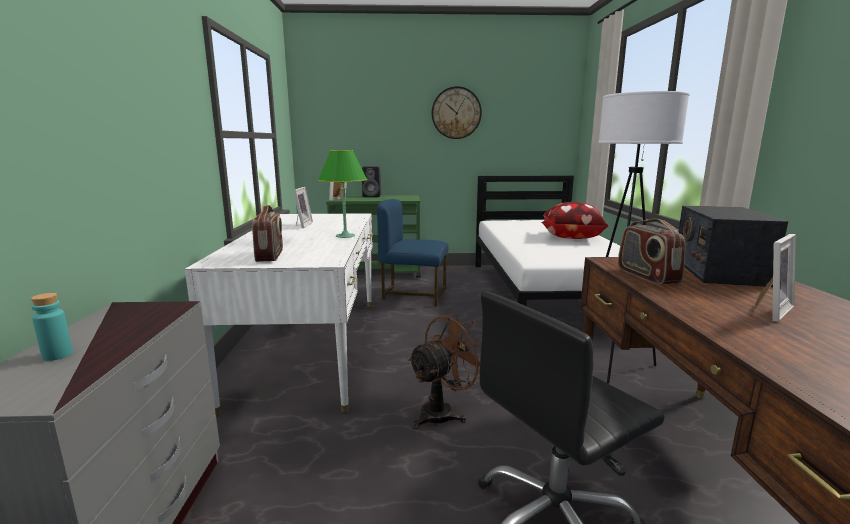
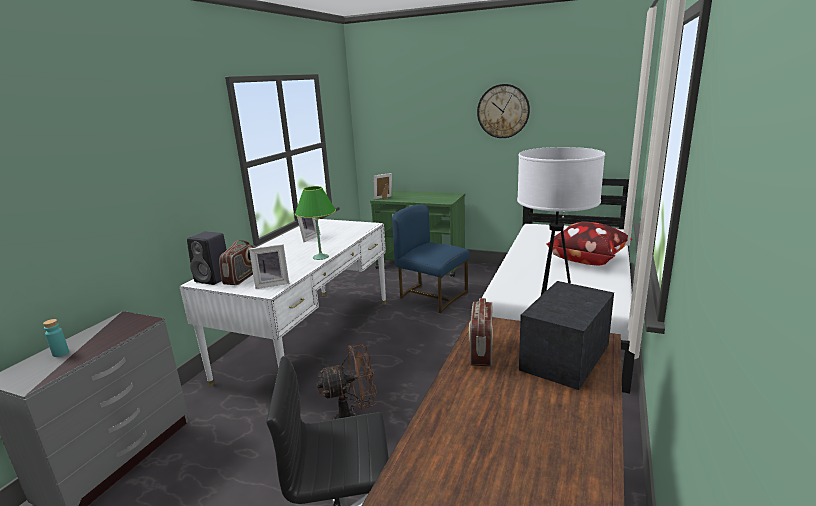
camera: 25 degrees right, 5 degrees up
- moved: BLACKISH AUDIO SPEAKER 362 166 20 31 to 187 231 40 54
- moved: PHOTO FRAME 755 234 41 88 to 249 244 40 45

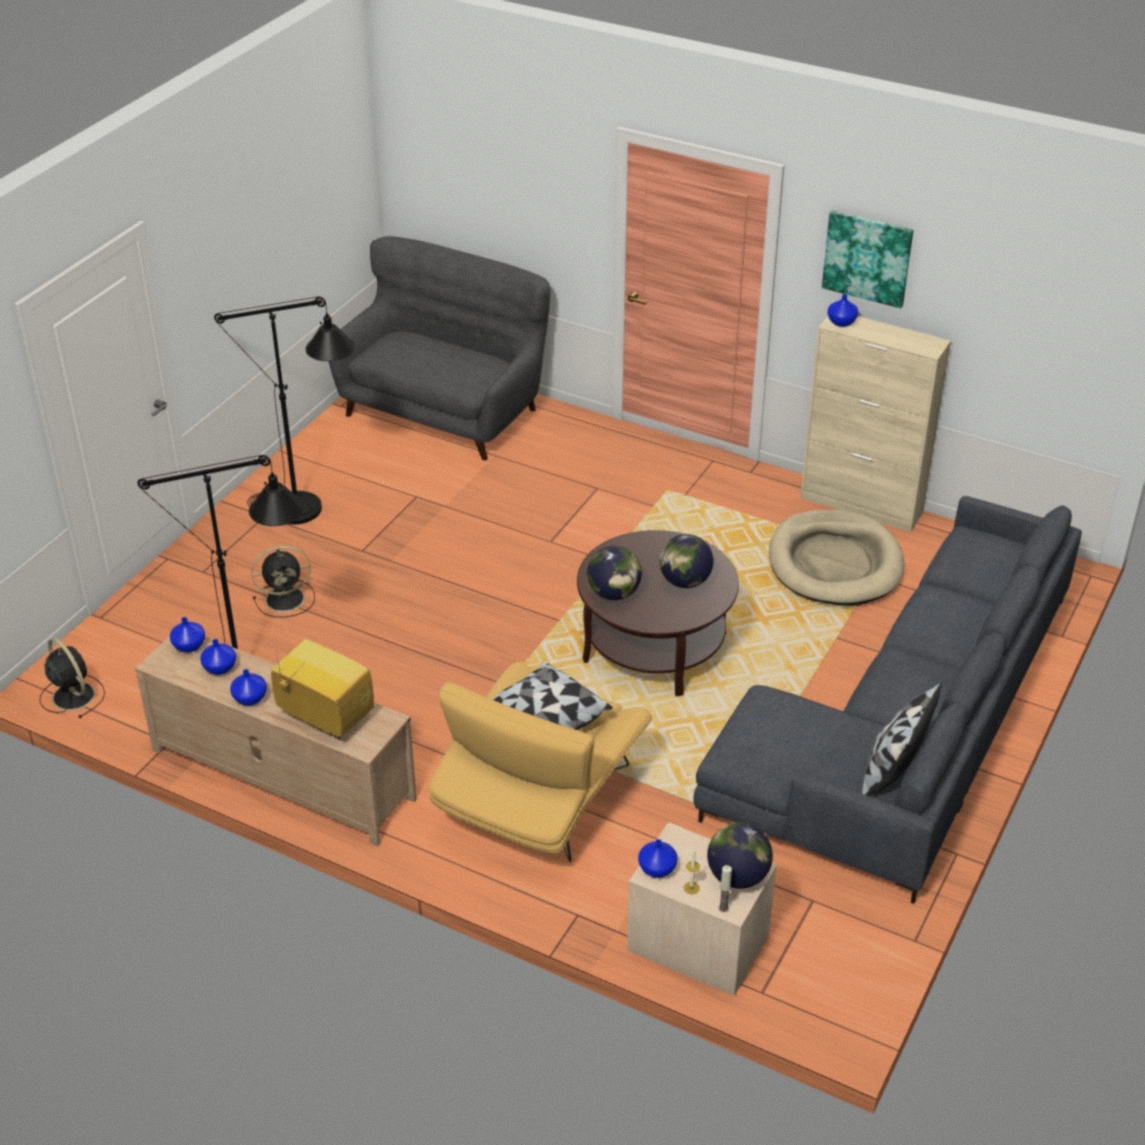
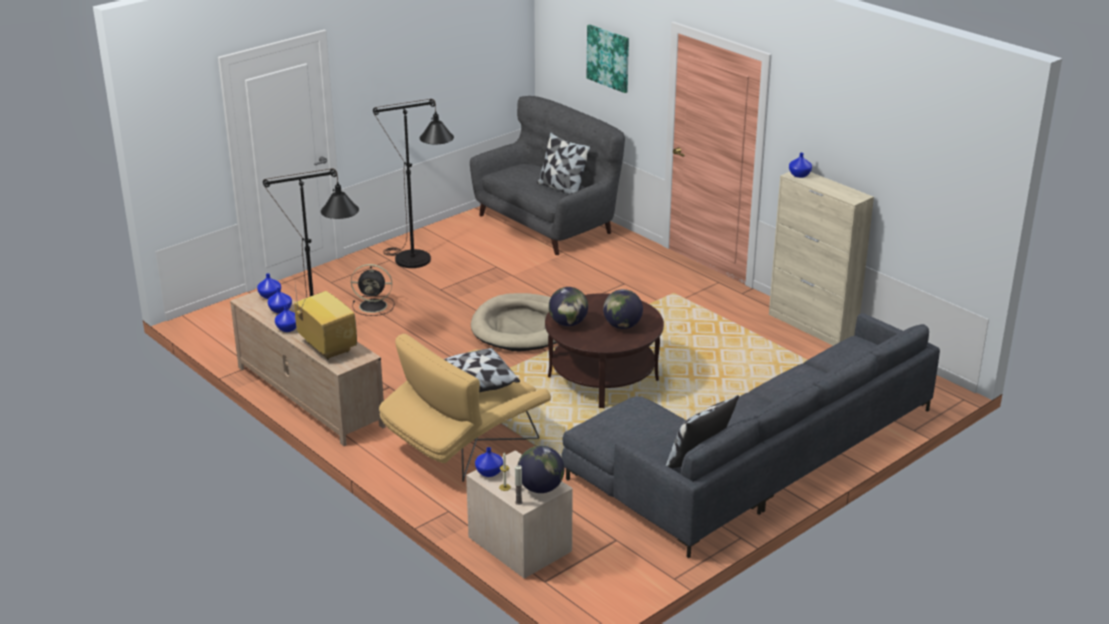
camera: 20 degrees right, 10 degrees down
- removed: BLACKISH ELECTRIC FAN 40 638 65 80
- moved: BEIGE-COLOURED DOG CUSHION 769 510 135 96 to 471 293 86 58
- moved: WALL ART 822 210 91 98 to 587 25 42 68
- added: THROW PILLOW 537 132 54 63

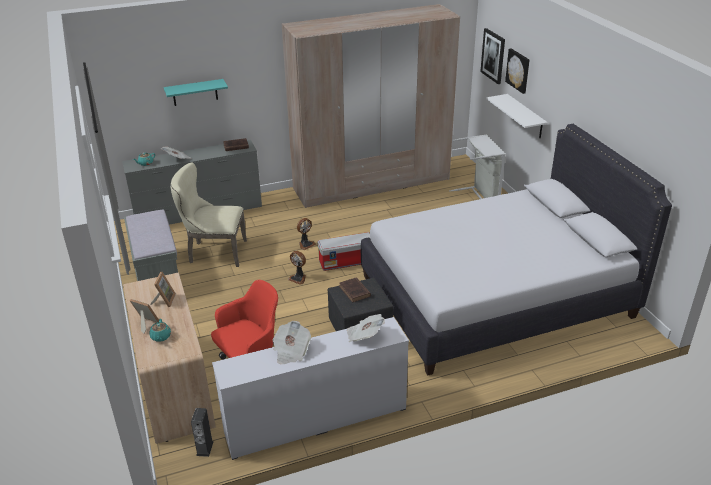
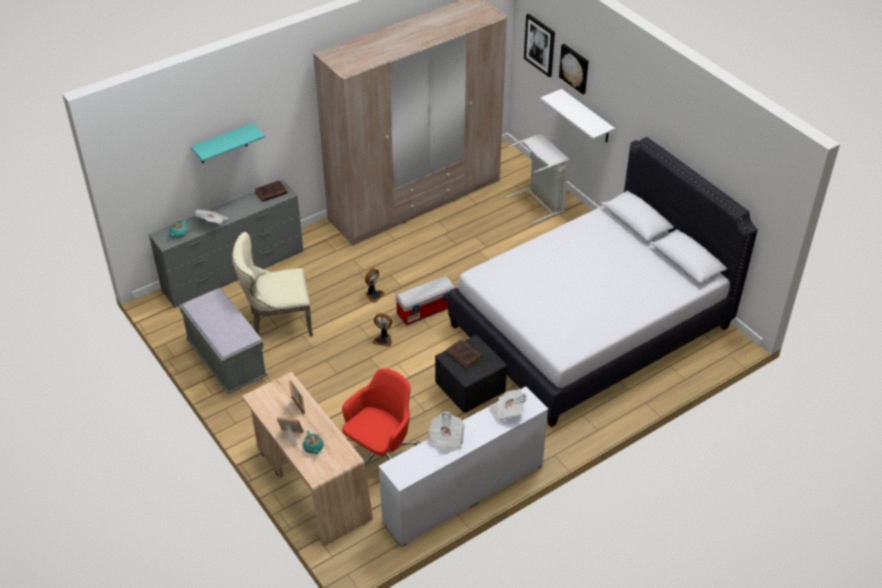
camera: 15 degrees left, 10 degrees up
- removed: AUDIO SPEAKER 191 408 23 49

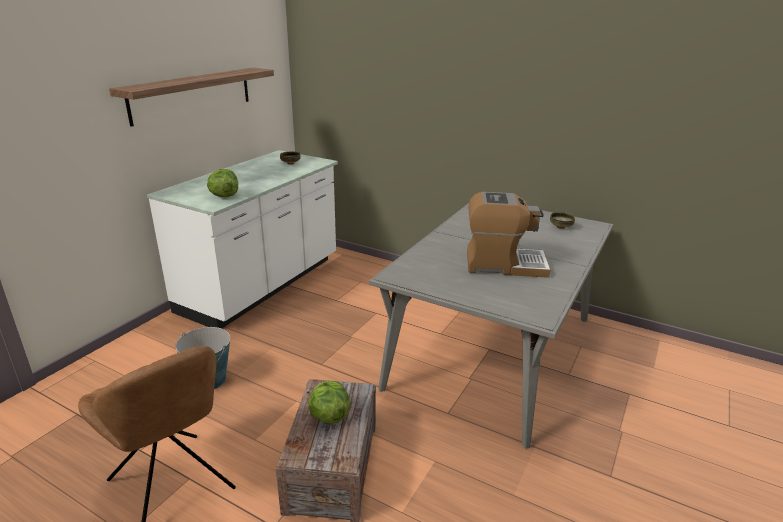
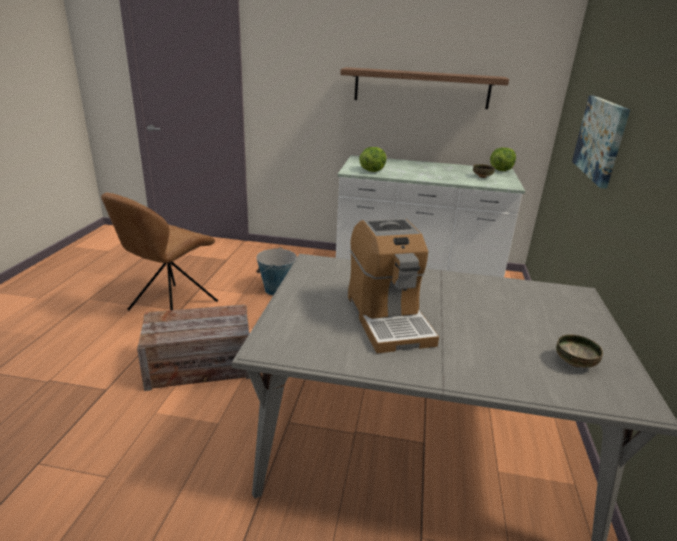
camera: 70 degrees right, 0 degrees up
- moved: LETTUCE 308 381 42 43 to 490 148 26 23
- added: WALL ART 572 95 58 94

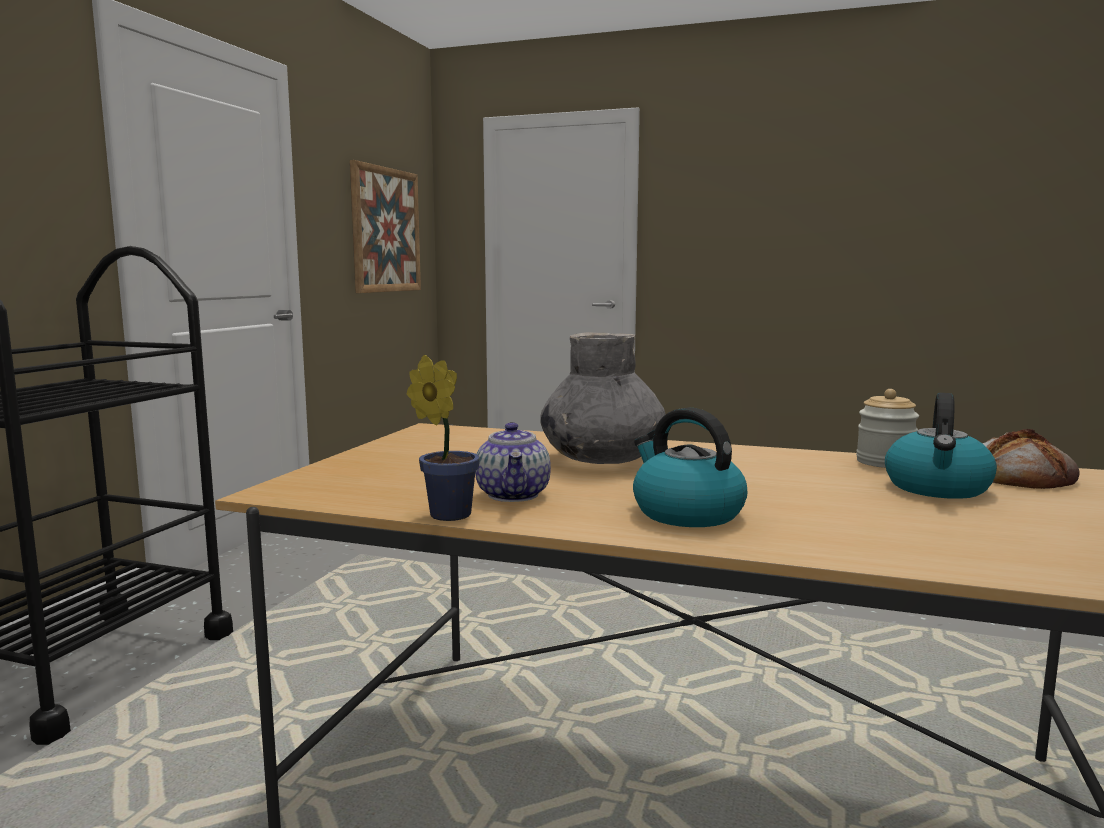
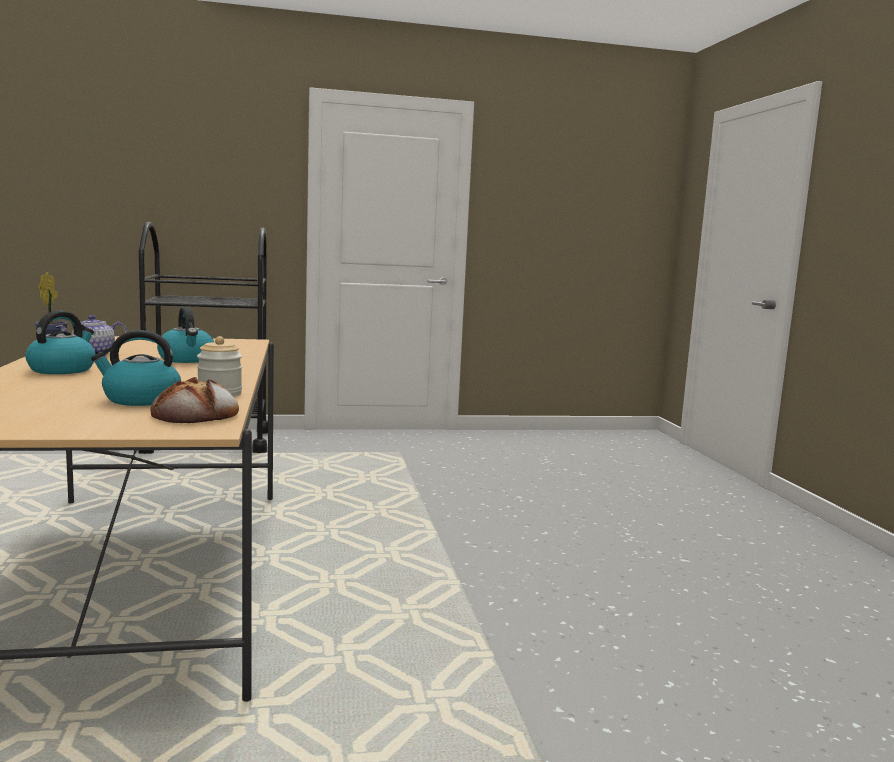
camera: 60 degrees right, 0 degrees up
- removed: WALL ART 350 160 71 133
- replaced: GRAY VASE 540 332 126 132 to WATER KETTLE 157 307 57 56

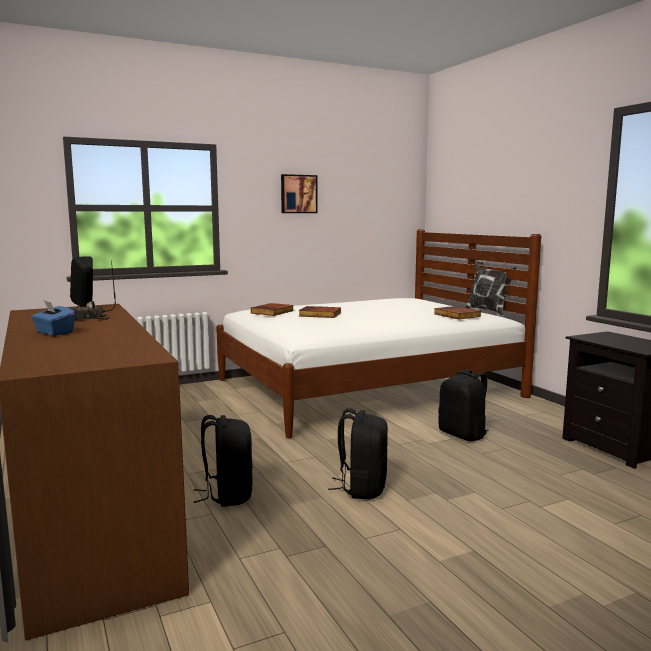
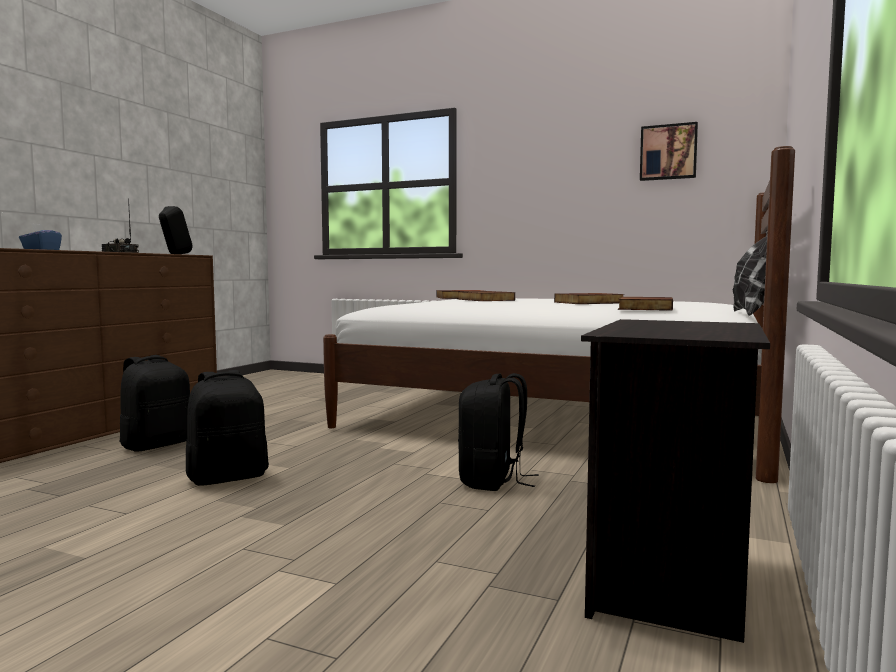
camera: 50 degrees right, 5 degrees down
- moved: WALL ART 281 174 37 39 to 640 122 58 59
- added: BOUND BOOK 554 293 70 11

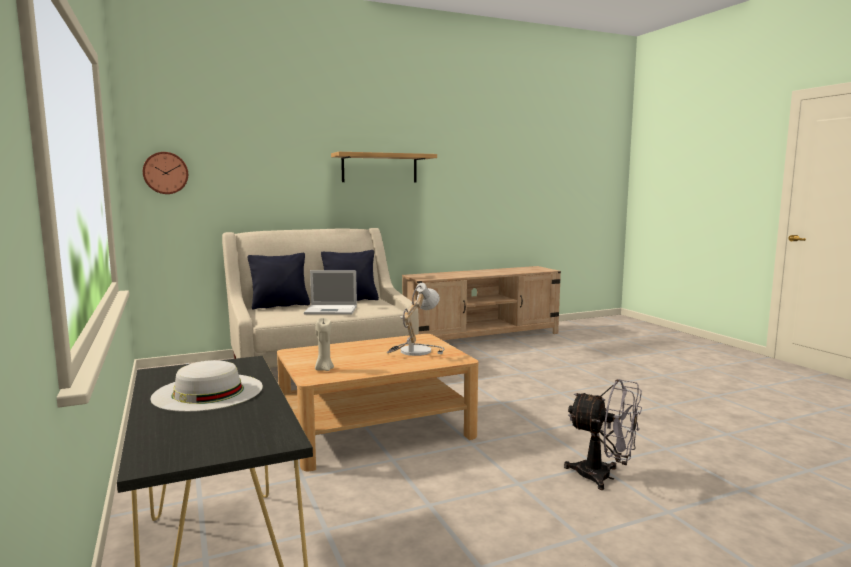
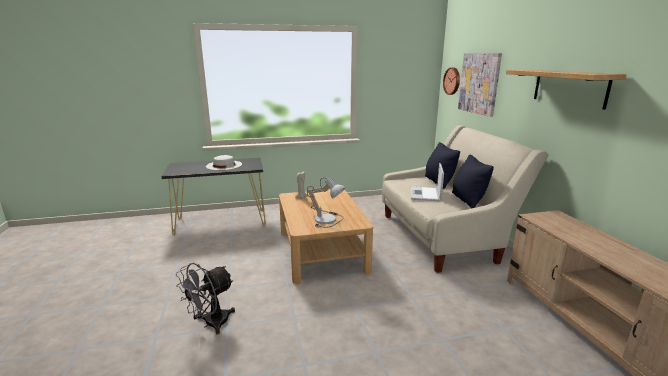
camera: 100 degrees right, 10 degrees up
- added: WALL ART 458 53 44 64

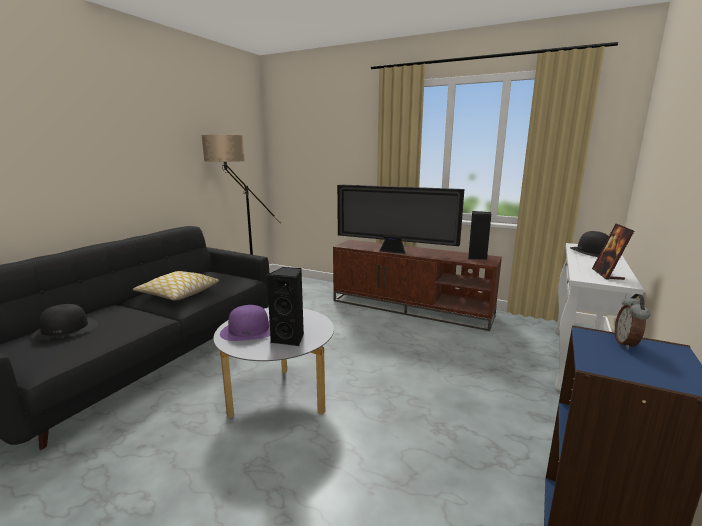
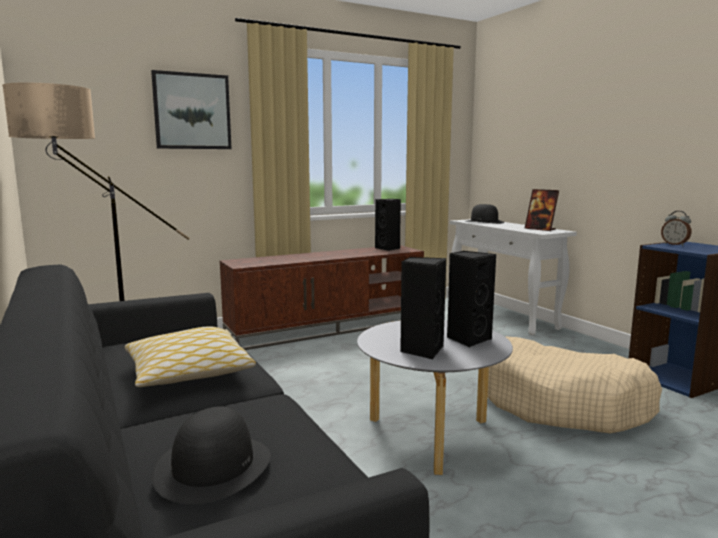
camera: 55 degrees left, 5 degrees down
- replaced: PURPLISH CLOTHING HAT 220 305 50 36 to BLACKISH AUDIO SPEAKER 400 257 46 102
- removed: TV SET 337 184 127 70
- added: WALL ART 151 70 80 79
- added: BEIGE-COLOURED DOG CUSHION 487 337 175 96

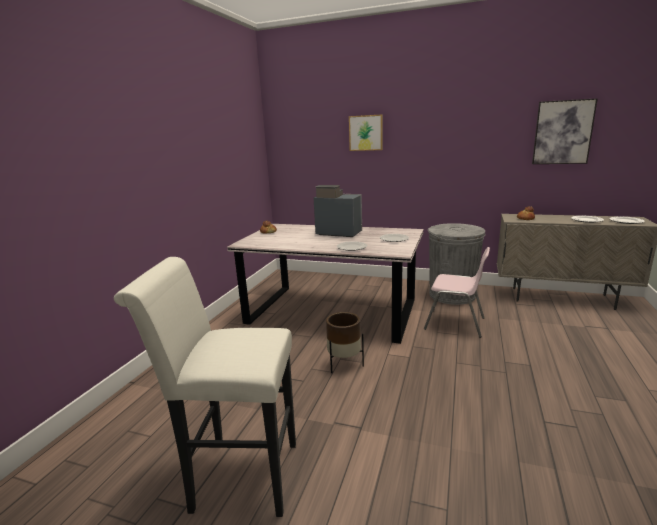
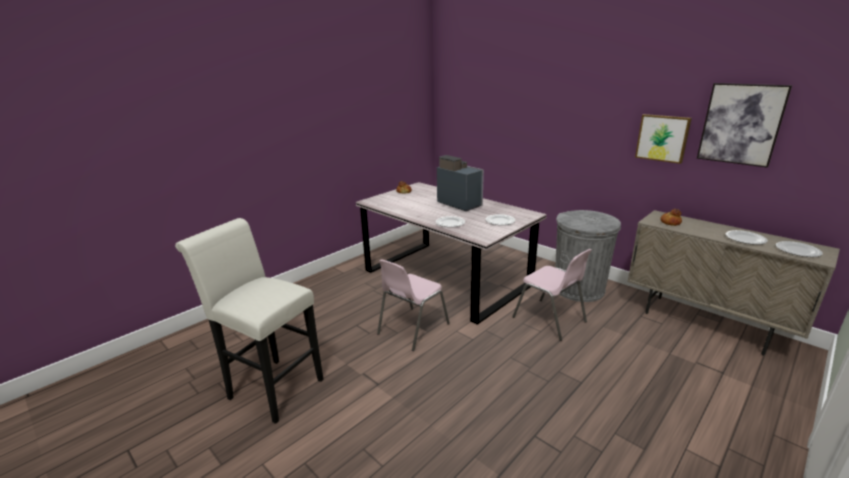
camera: 25 degrees right, 5 degrees up
- replaced: BROWNISH PLANT POT 326 312 38 61 to PINK UPRIGHT CHAIR 377 259 73 92
- moved: WALL ART 349 115 34 36 to 635 114 57 50

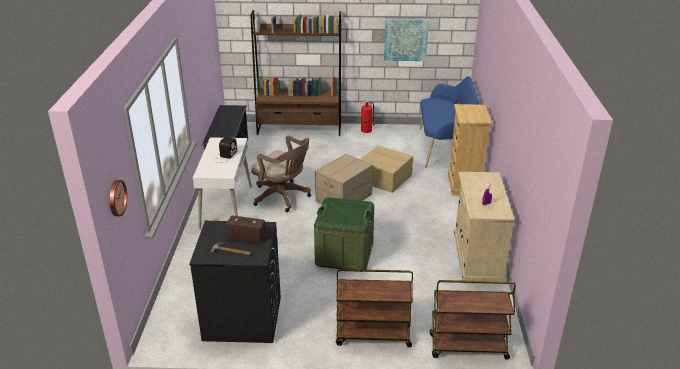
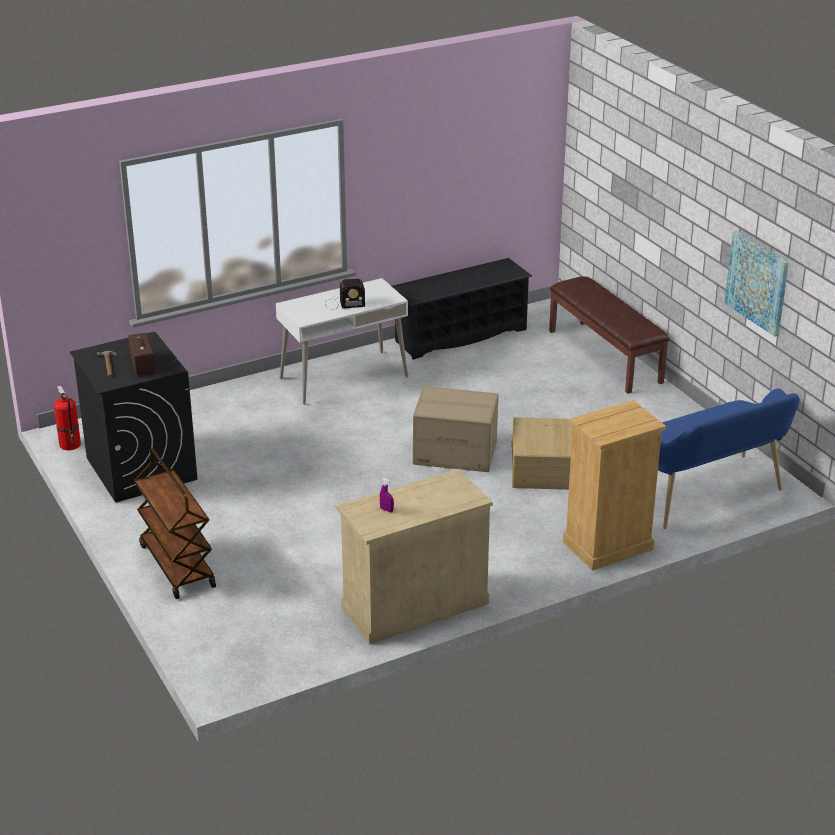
camera: 60 degrees right, 0 degrees up
- removed: CLOCK ON THE WALL 110 180 17 36
- replaced: BROWNISH SHELVING UNIT 250 10 91 126 to BROWNISH LONG SEAT 549 276 121 118
- removed: BROWNISH COMPUTER CHAIR 251 135 60 77
- removed: GREENISH STORAGE BIN 314 197 60 73
- moved: FIRE EXTINGUISHER 361 100 14 33 to 54 386 27 64
- removed: BROWNISH WHEELED CART 430 280 86 80

